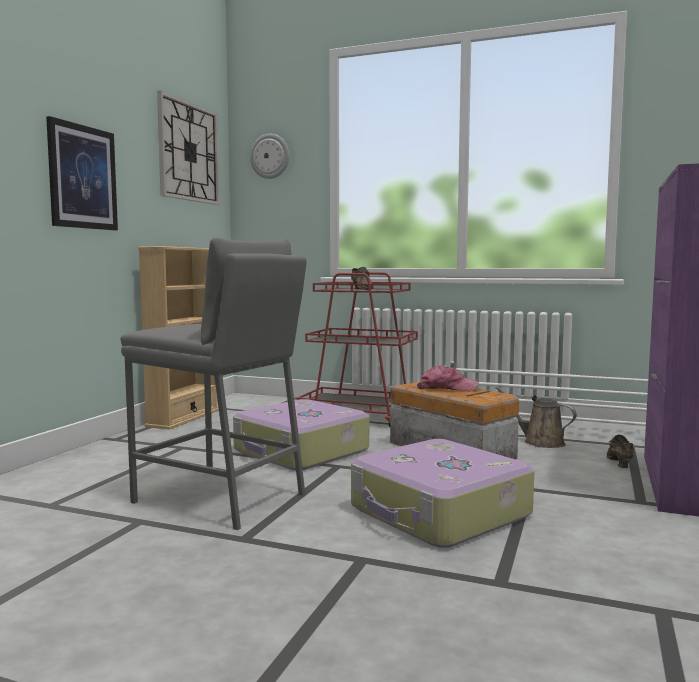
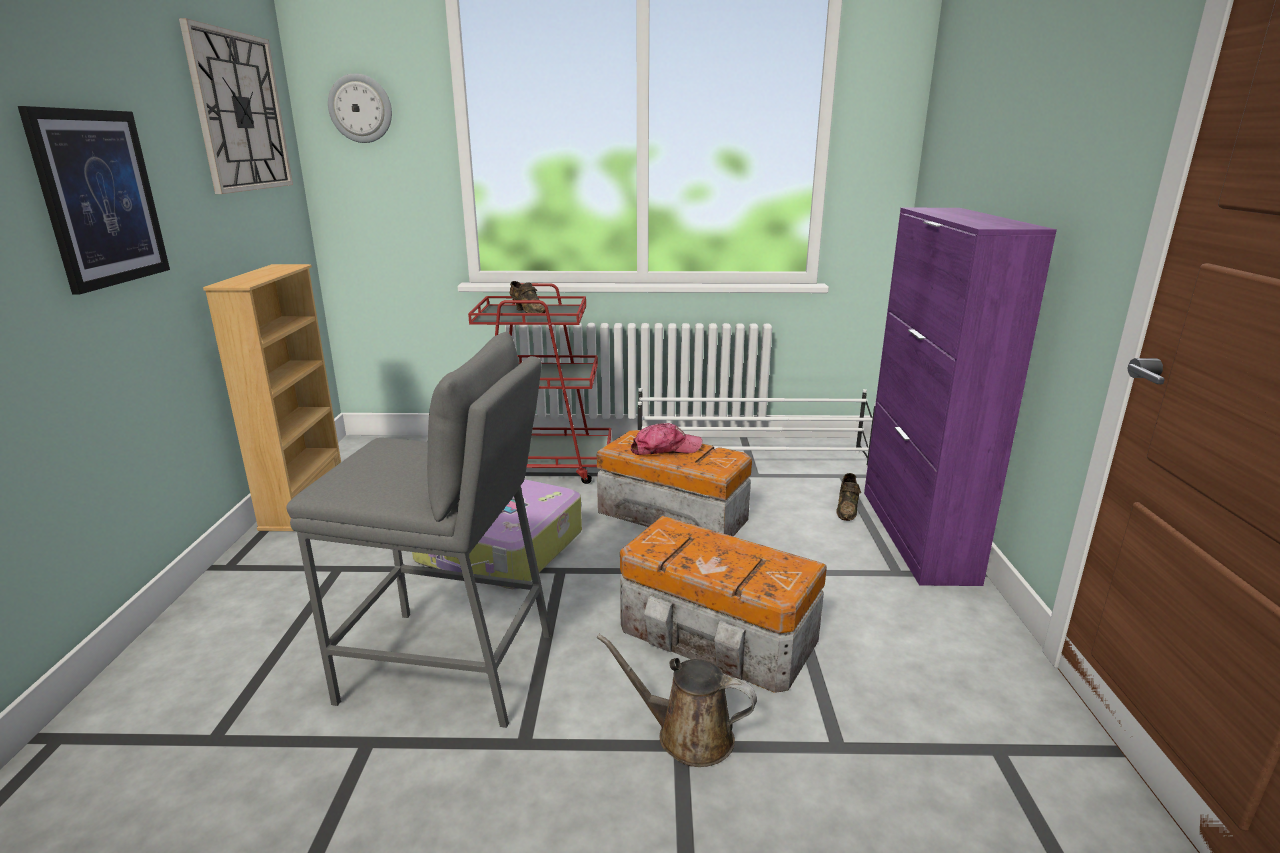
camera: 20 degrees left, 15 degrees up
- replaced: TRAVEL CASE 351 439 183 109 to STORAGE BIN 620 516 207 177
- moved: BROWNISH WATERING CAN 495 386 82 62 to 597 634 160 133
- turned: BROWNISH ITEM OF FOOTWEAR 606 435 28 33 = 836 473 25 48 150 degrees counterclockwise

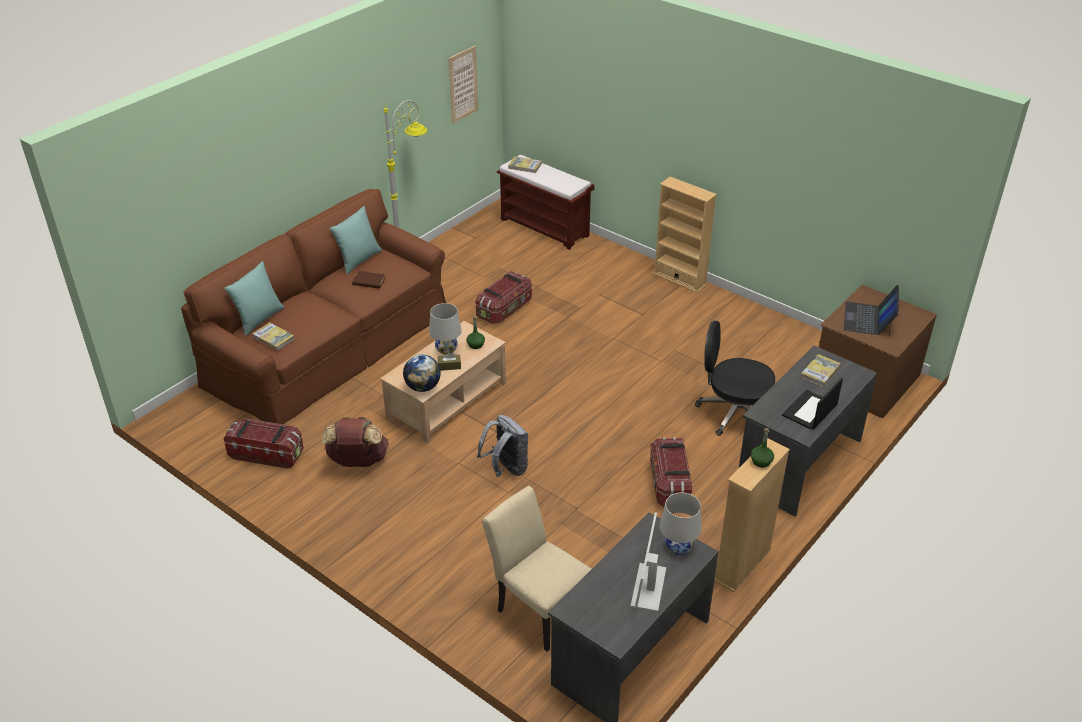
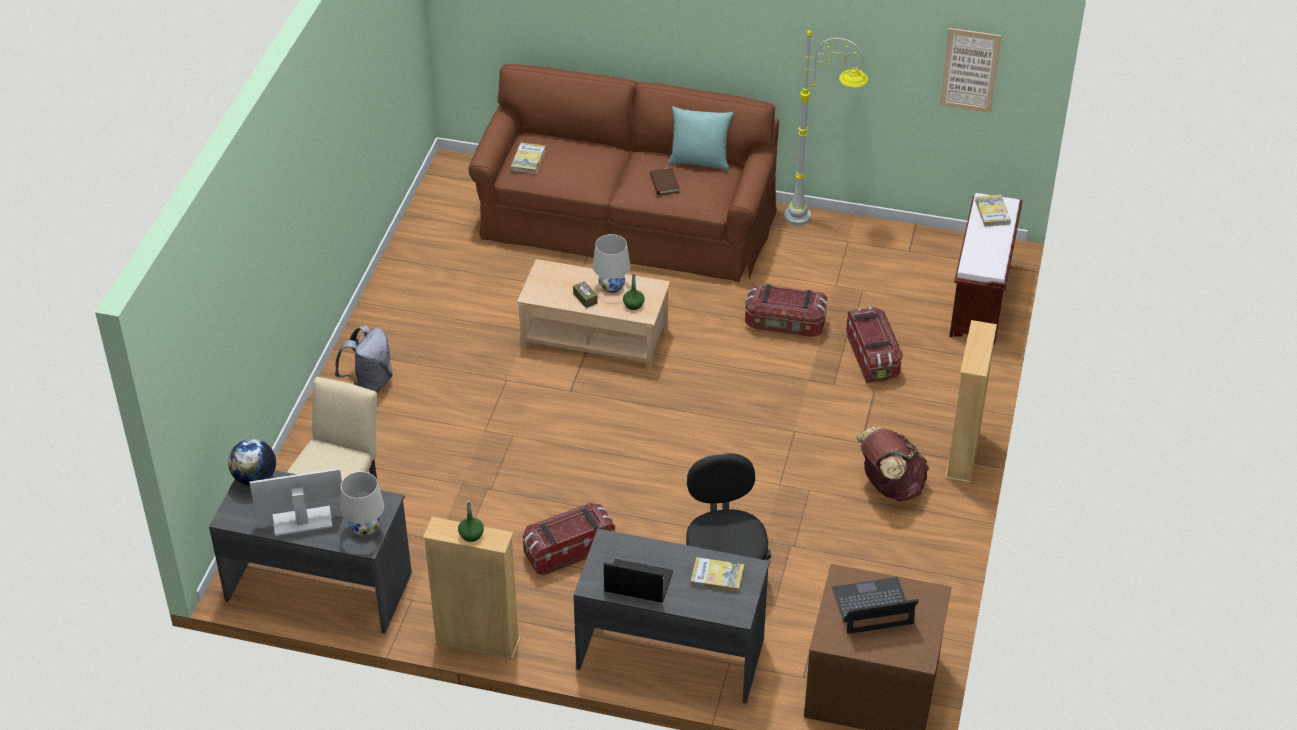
camera: 65 degrees right, 5 degrees up
- moved: STORAGE BIN 223 418 81 51 to 846 307 57 76
- removed: TURQUOISE THROW PILLOW 224 261 60 75
- moved: BROWNISH BACKPACK 322 417 67 50 to 856 427 74 75
- moved: GLOBE 403 355 38 37 to 228 439 48 47
- moved: GRAY BACKPACK 477 415 52 62 to 335 325 58 68

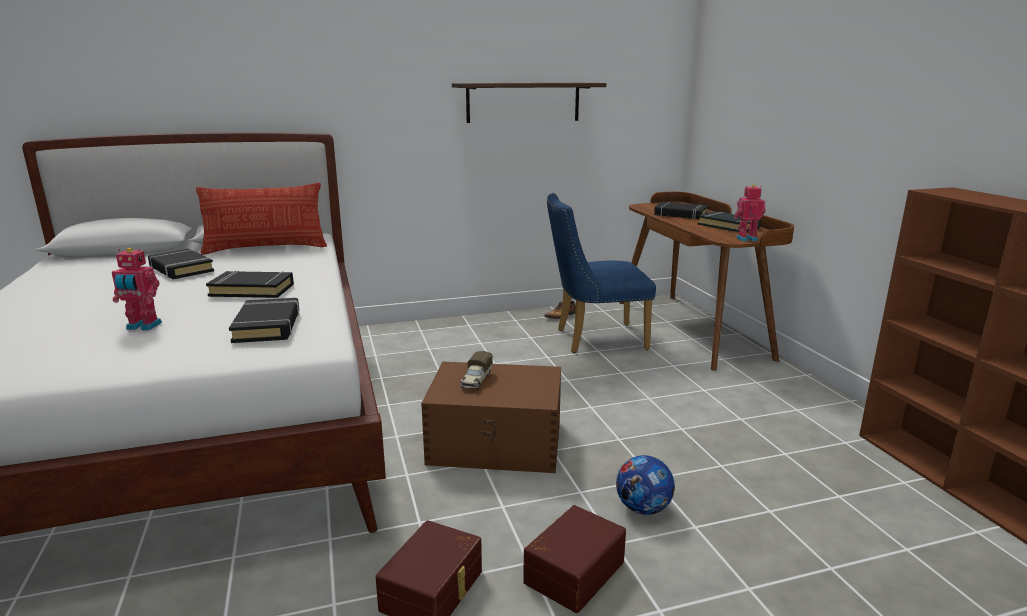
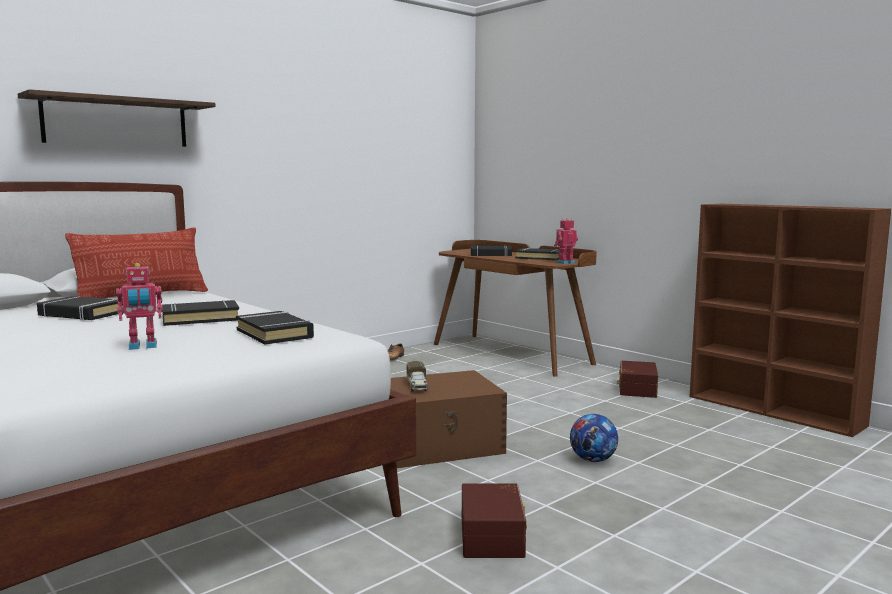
camera: 25 degrees left, 10 degrees down
- moved: WALL SHELF 452 83 154 40 to 18 89 198 58
- moved: BROWNISH STORAGE BIN 524 505 102 108 to 617 361 41 37
- removed: BLUISH UPRIGHT CHAIR 547 193 109 160

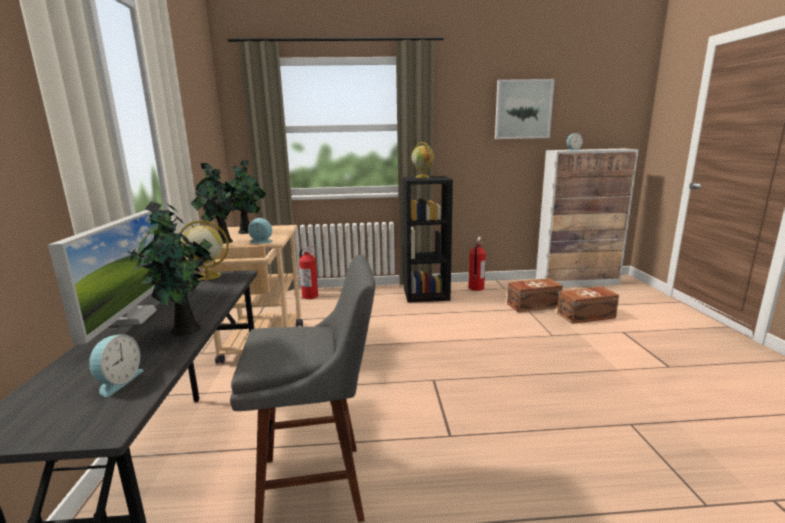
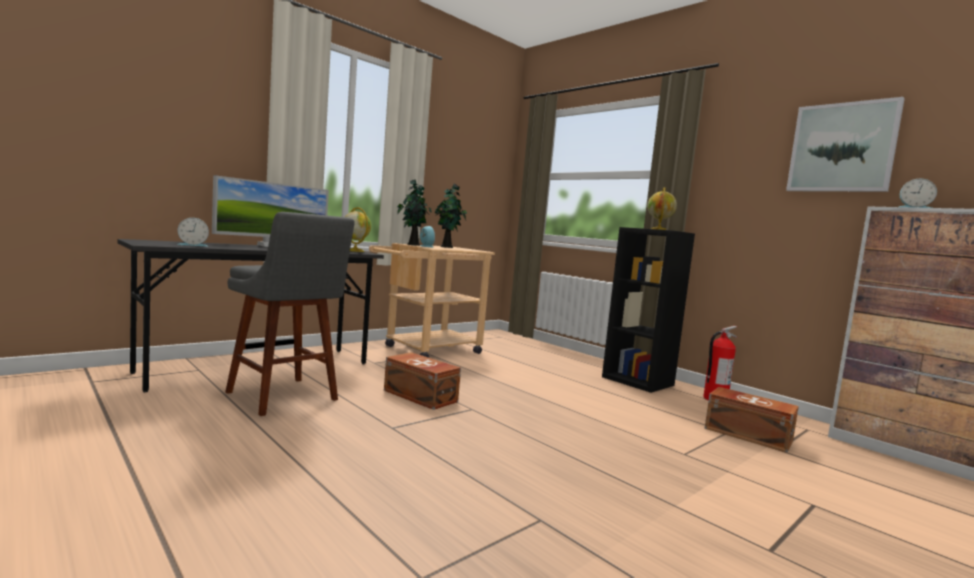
camera: 50 degrees right, 10 degrees down
- removed: POTTED PLANT 130 201 83 135
- removed: FIRE EXTINGUISHER 299 246 19 53
- moved: BROWNISH STORAGE BIN 557 287 62 37 to 384 352 77 58

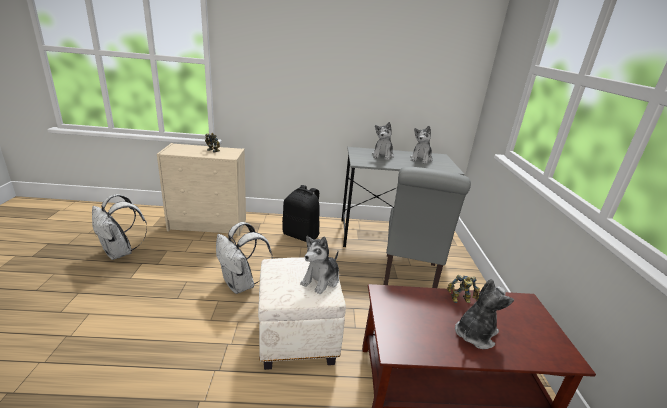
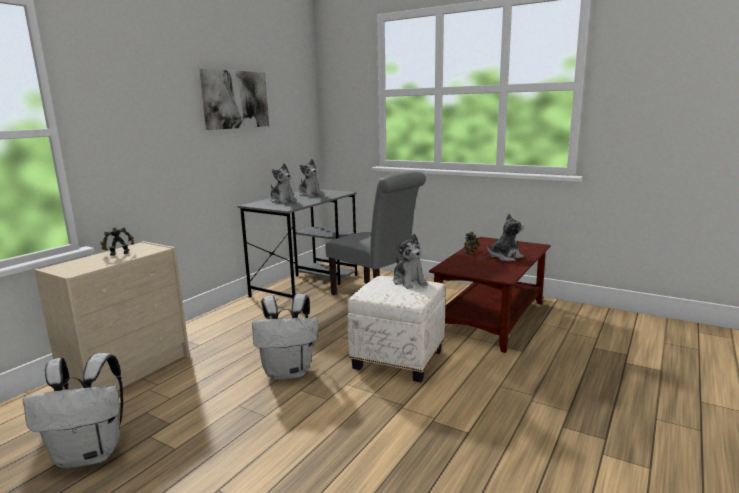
camera: 55 degrees left, 10 degrees down
- removed: BLACKISH BACKPACK 282 185 38 57
- turned: CUDDLY TOY 455 279 59 70 = 487 213 37 48 75 degrees clockwise
- added: WALL ART 199 69 70 61

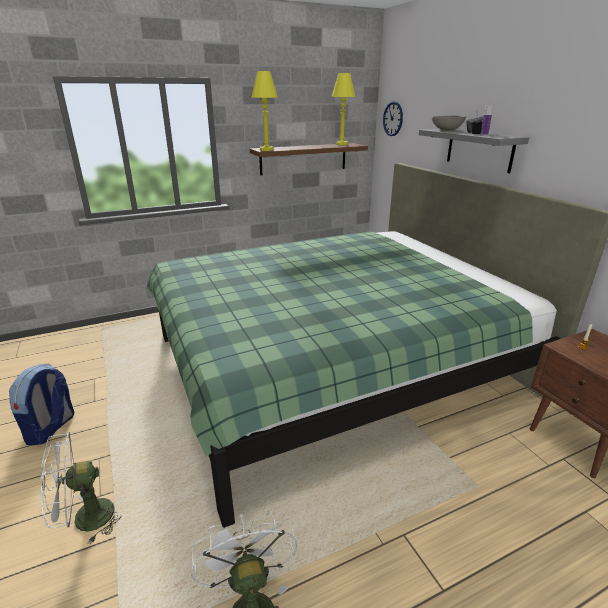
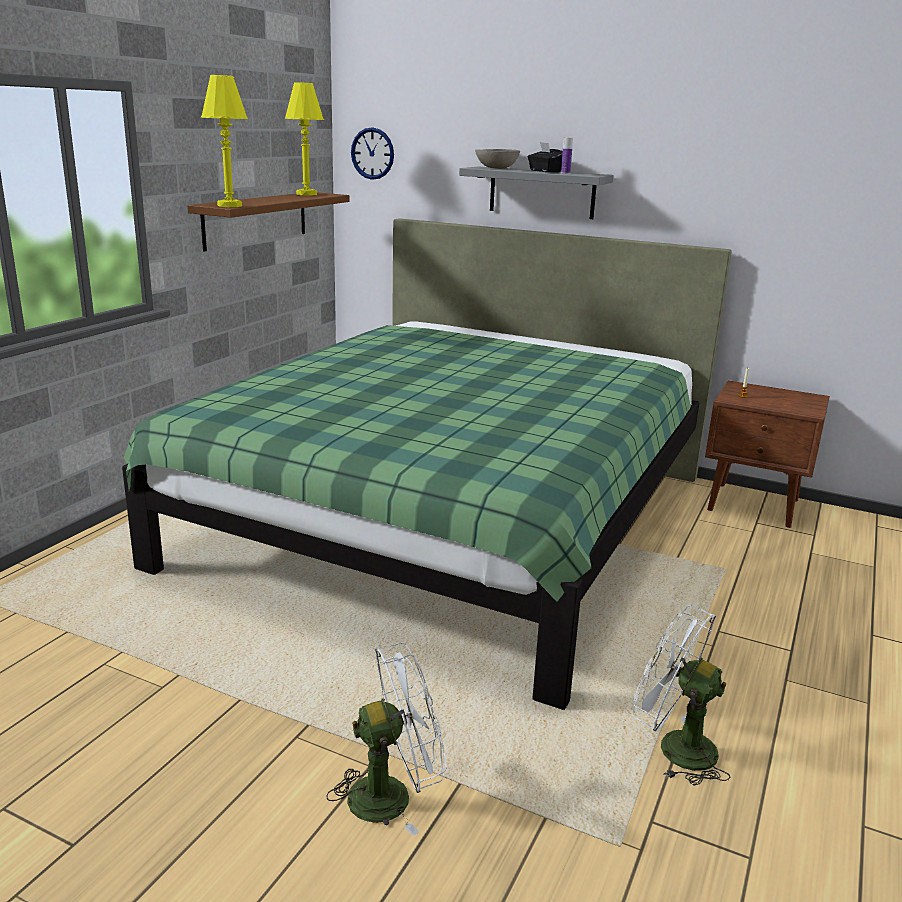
camera: 40 degrees left, 5 degrees down
- removed: BACKPACK 9 364 65 81
- turned: WHITISH ELECTRIC FAN 40 432 81 112 = 326 642 121 194 135 degrees counterclockwise

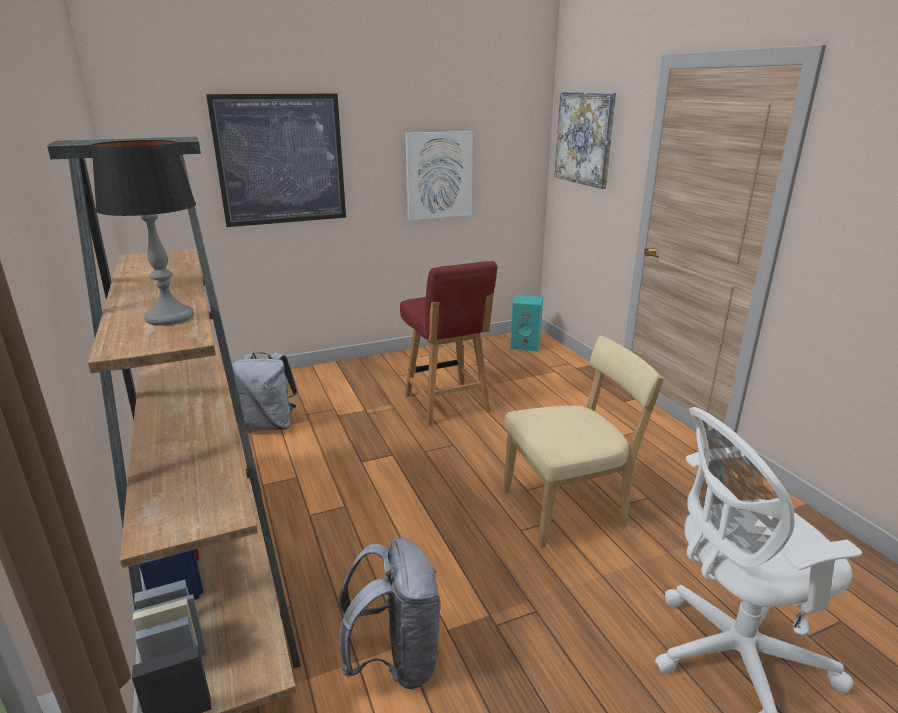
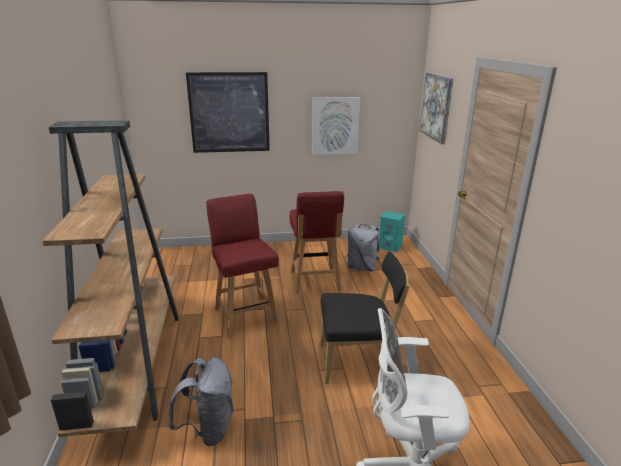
camera: 15 degrees right, 0 degrees up
- removed: TABLETOP LAMP 91 140 105 186
- moved: GRAY BACKPACK 232 352 66 78 to 347 224 33 47
- recoloured: BEIGE-COLOURED UPRIGHT CHAIR 503 336 161 212 to BLACKISH UPRIGHT CHAIR 321 251 89 133
- added: RED-COLOURED UPRIGHT CHAIR 206 194 73 143

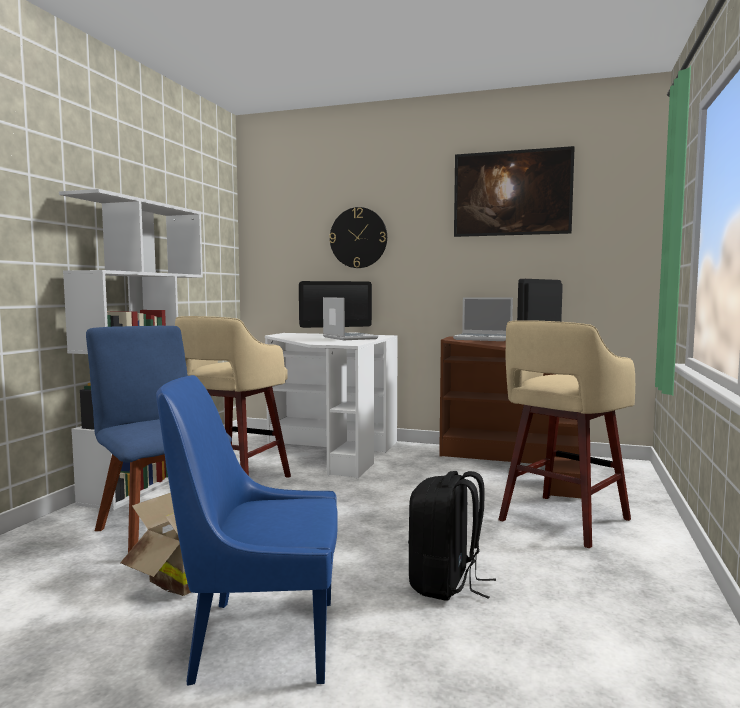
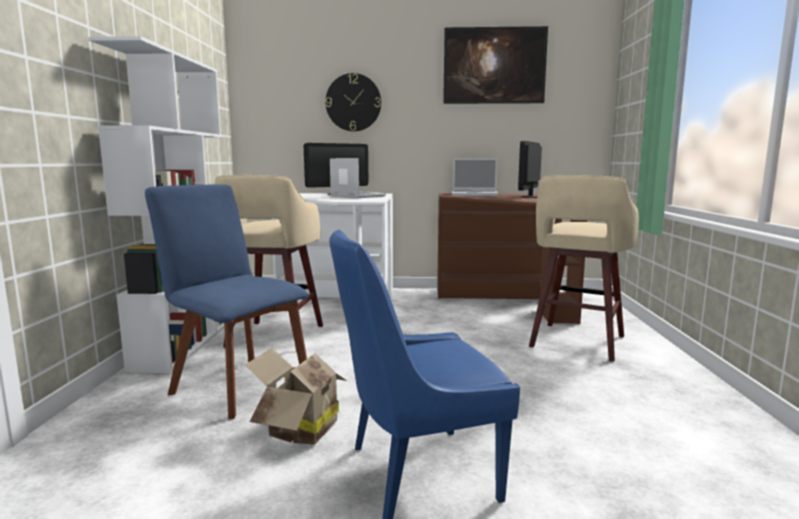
camera: 15 degrees left, 5 degrees up
- removed: BLACKISH BACKPACK 408 471 88 130

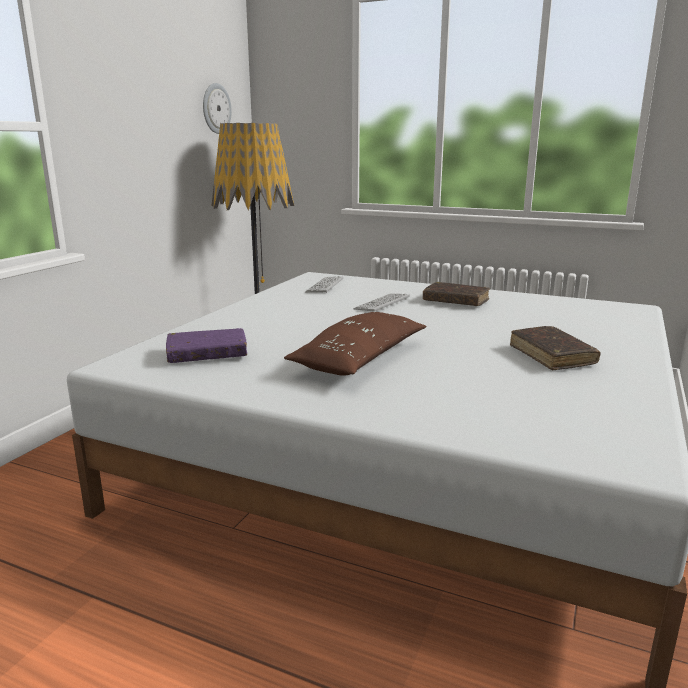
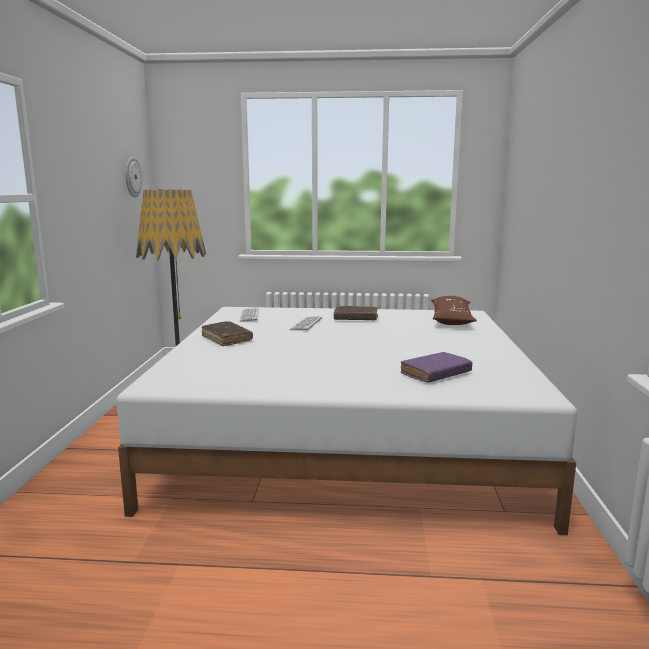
camera: 20 degrees left, 5 degrees down
- moved: PURPLISH BOUND BOOK 166 328 81 35 to 401 352 72 31
- moved: BROWNISH THROW PILLOW 284 312 143 64 to 431 296 46 29
- moved: BROWNISH BOUND BOOK 510 326 91 44 to 202 321 51 25

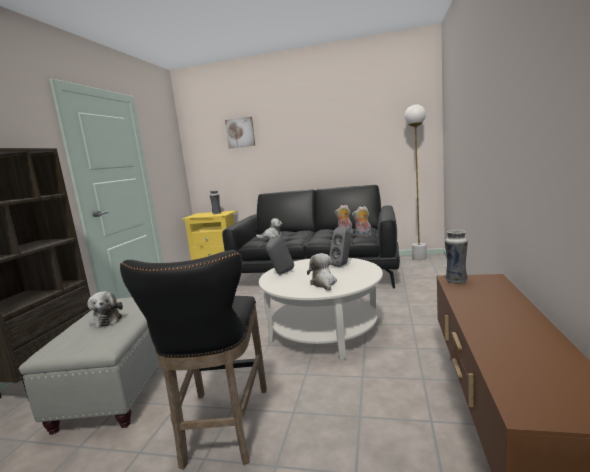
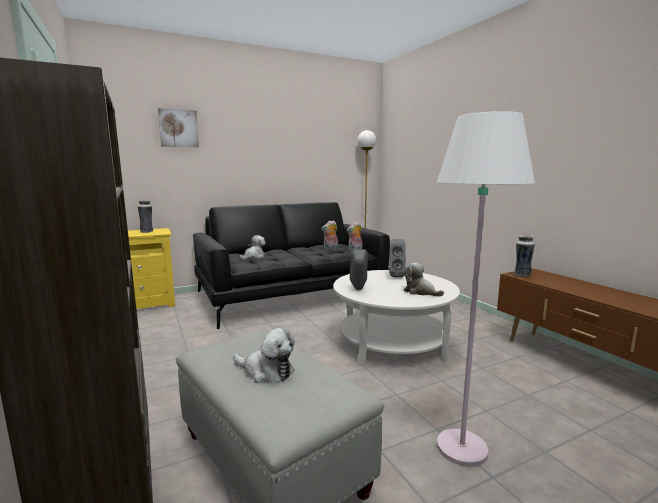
camera: 40 degrees left, 0 degrees up
- replaced: BLACKISH STOOL SEAT 120 250 147 220 to WHITISH STANDARD LAMP 437 111 98 356

